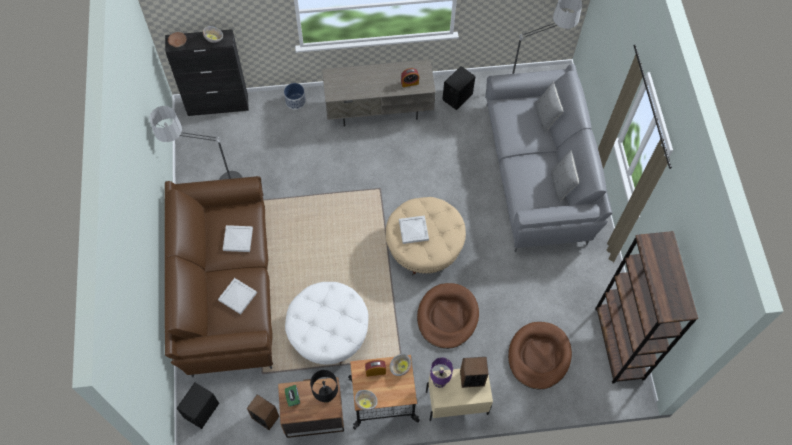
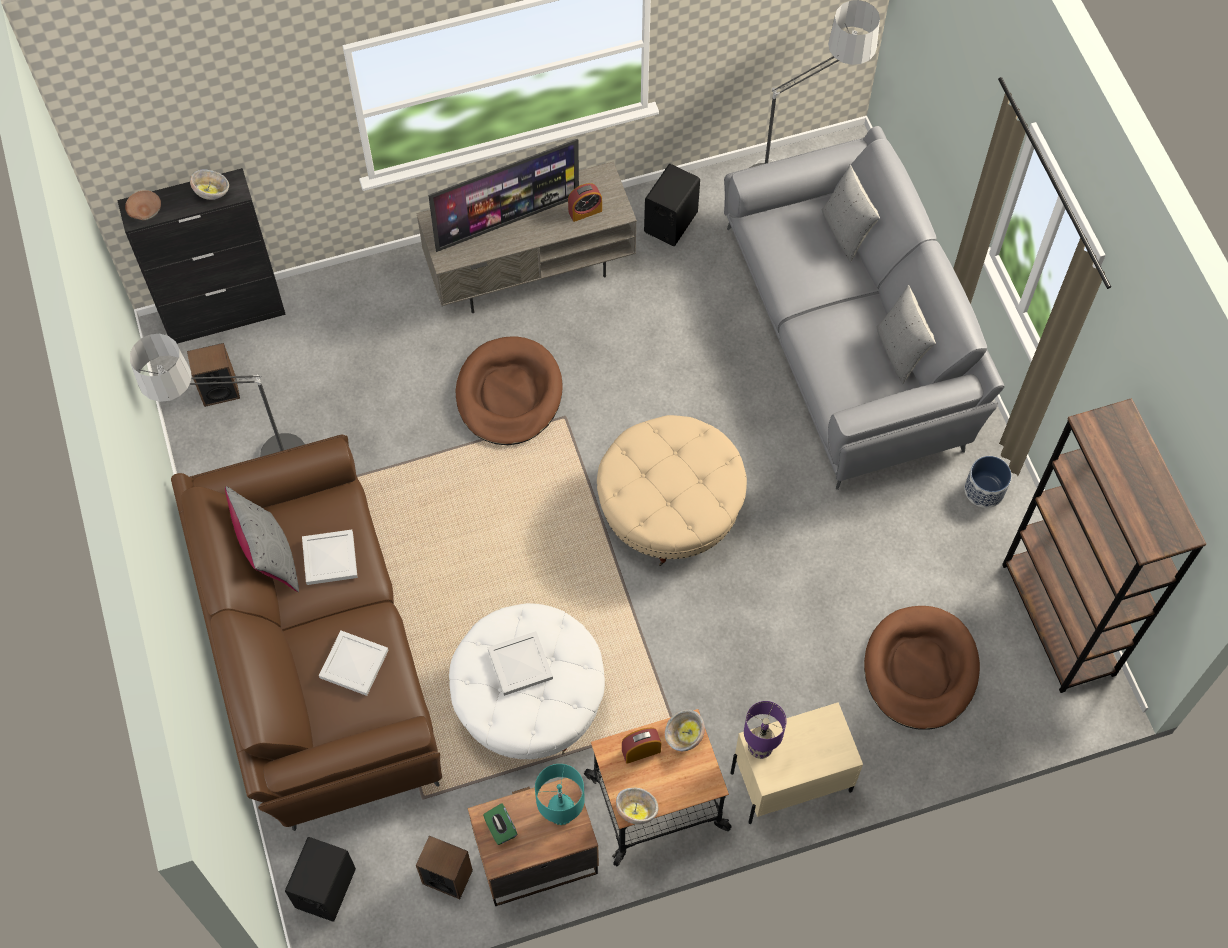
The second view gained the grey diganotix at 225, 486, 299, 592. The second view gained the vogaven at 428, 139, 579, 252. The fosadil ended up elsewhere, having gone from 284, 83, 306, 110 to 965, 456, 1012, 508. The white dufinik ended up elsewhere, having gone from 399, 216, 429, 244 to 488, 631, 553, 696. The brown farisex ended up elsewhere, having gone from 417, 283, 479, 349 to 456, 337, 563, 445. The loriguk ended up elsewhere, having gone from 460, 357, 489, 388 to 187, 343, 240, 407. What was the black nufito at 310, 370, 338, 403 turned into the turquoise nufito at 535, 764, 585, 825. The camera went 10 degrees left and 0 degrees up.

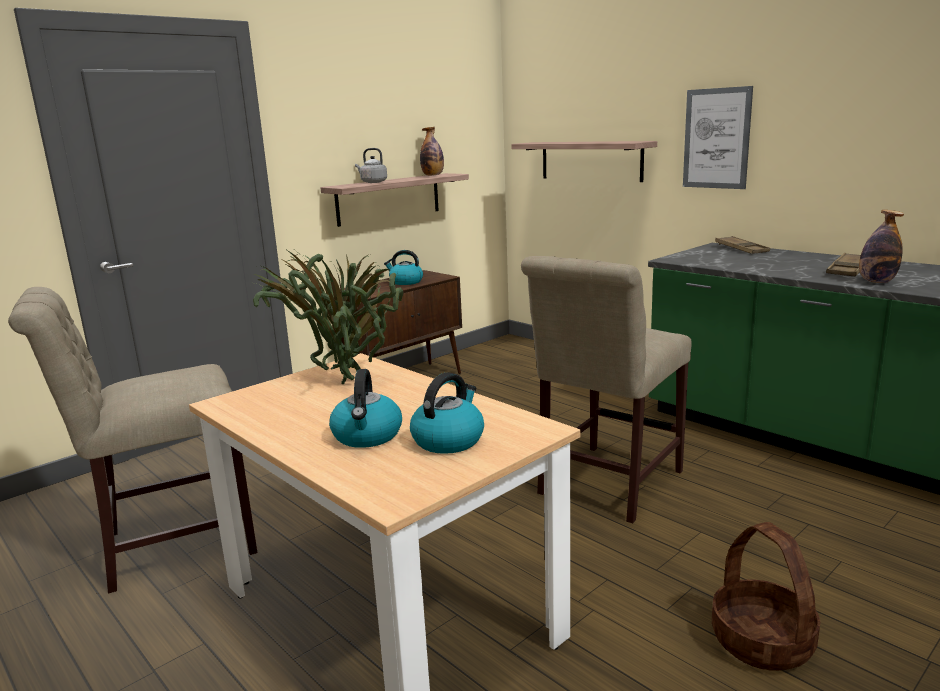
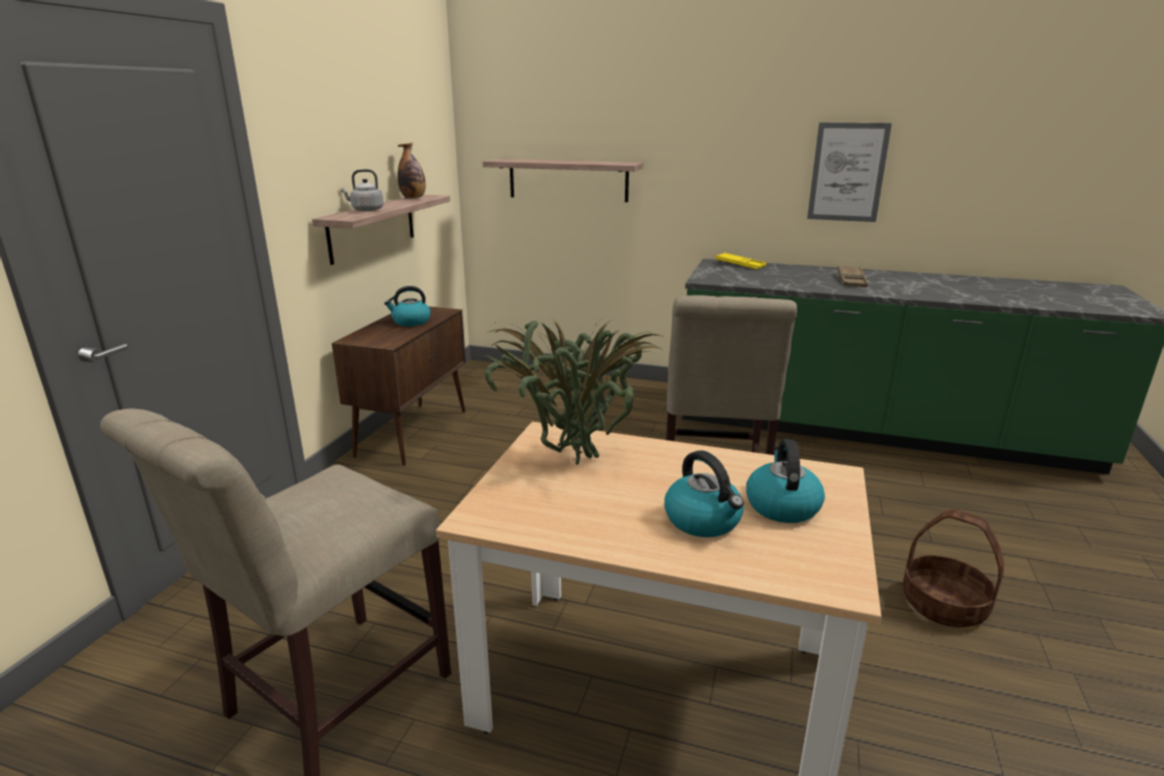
The second view lost the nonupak at 859, 210, 904, 283. The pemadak ended up elsewhere, having gone from 683, 86, 753, 189 to 807, 122, 892, 222. What was the brown dufinik at 715, 236, 770, 254 turned into the yellow dufinik at 715, 252, 766, 269. The camera went 30 degrees left and 5 degrees up.

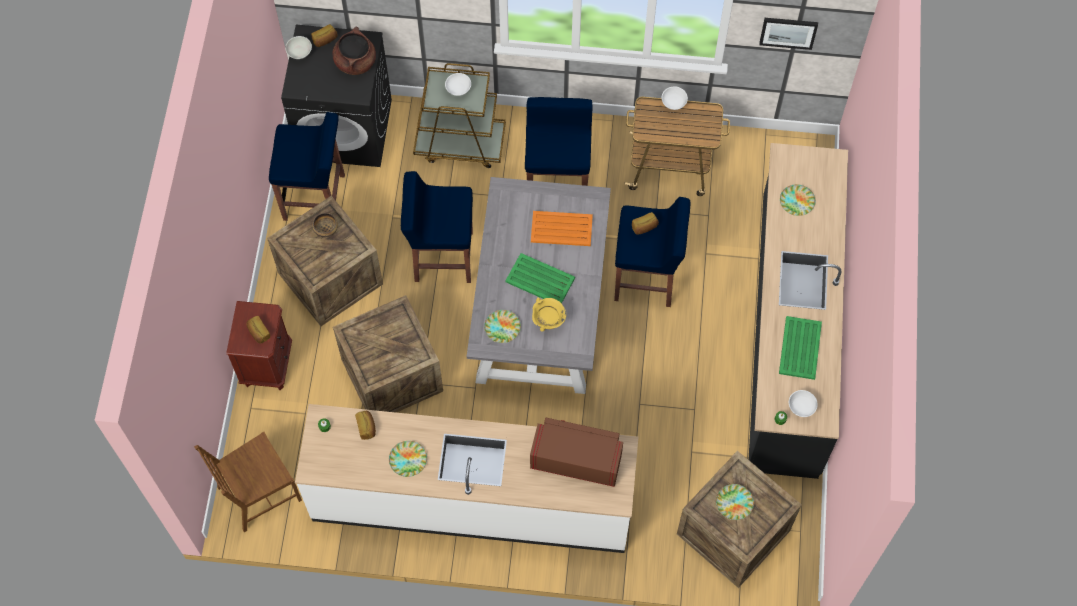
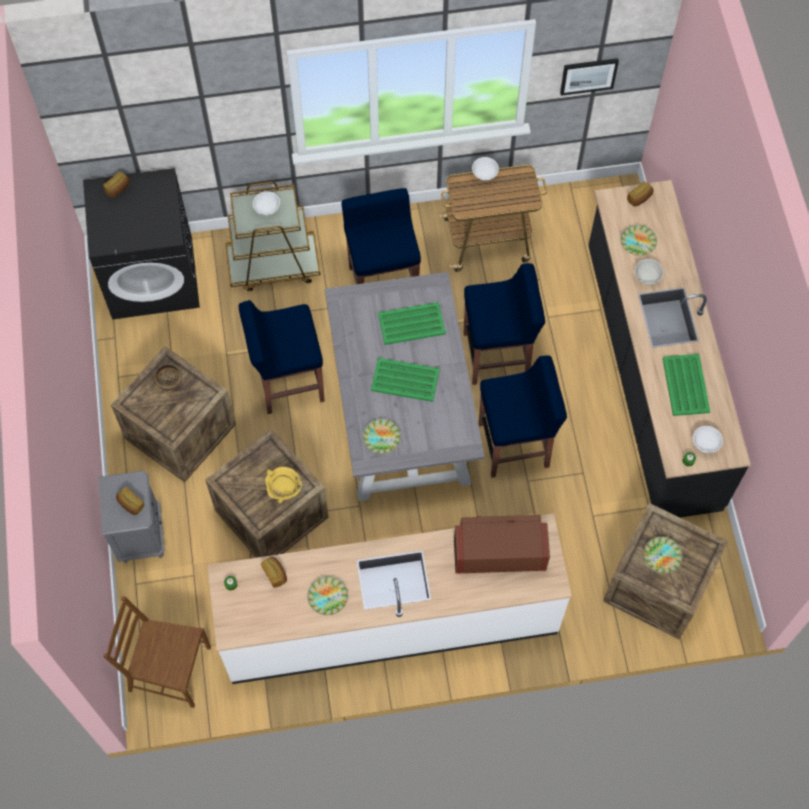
The second view lost the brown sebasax at 332, 26, 376, 75. The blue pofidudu ended up elsewhere, having gone from 269, 112, 345, 221 to 479, 355, 567, 478. The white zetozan ended up elsewhere, having gone from 285, 36, 312, 59 to 635, 259, 664, 285. The yellow sebasax ended up elsewhere, having gone from 532, 297, 566, 332 to 265, 467, 302, 503. The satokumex ended up elsewhere, having gone from 632, 212, 659, 234 to 627, 181, 653, 207. What was the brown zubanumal at 227, 301, 292, 390 turned into the grey zubanumal at 98, 471, 165, 563. What was the orange dufinik at 531, 211, 593, 246 turned into the green dufinik at 378, 302, 446, 345. The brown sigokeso at 194, 432, 302, 532 ended up facing another way, 60 degrees clockwise from before. The camera went 15 degrees left and 0 degrees up.

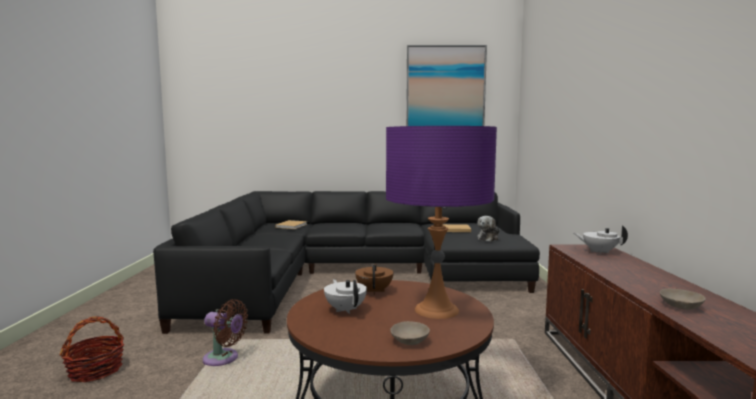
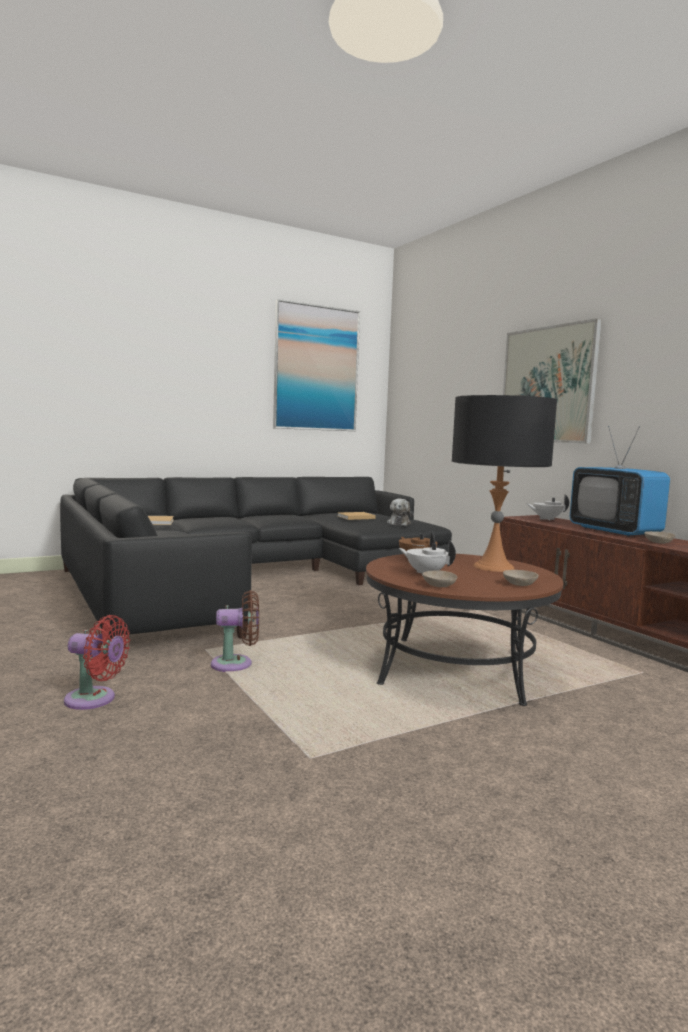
The second view gained the beige zetozan at 423, 570, 457, 587. The second view gained the pemadak at 503, 318, 602, 444. The second view gained the vogaven at 569, 426, 670, 536. Where the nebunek stood at 60, 317, 124, 382, the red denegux came to stand at 64, 615, 130, 710. What was the purple nufito at 386, 126, 497, 319 turned into the black nufito at 452, 395, 557, 572. The camera went 30 degrees left and 0 degrees up.

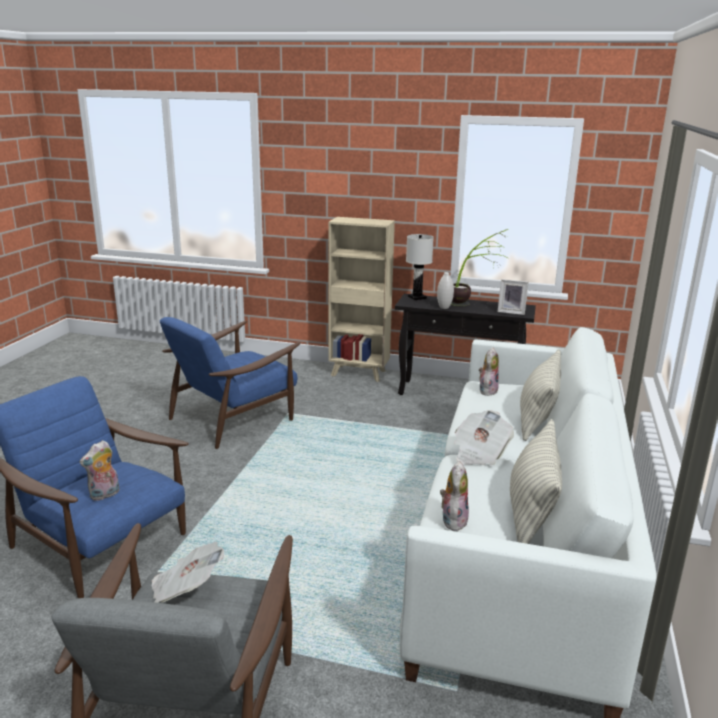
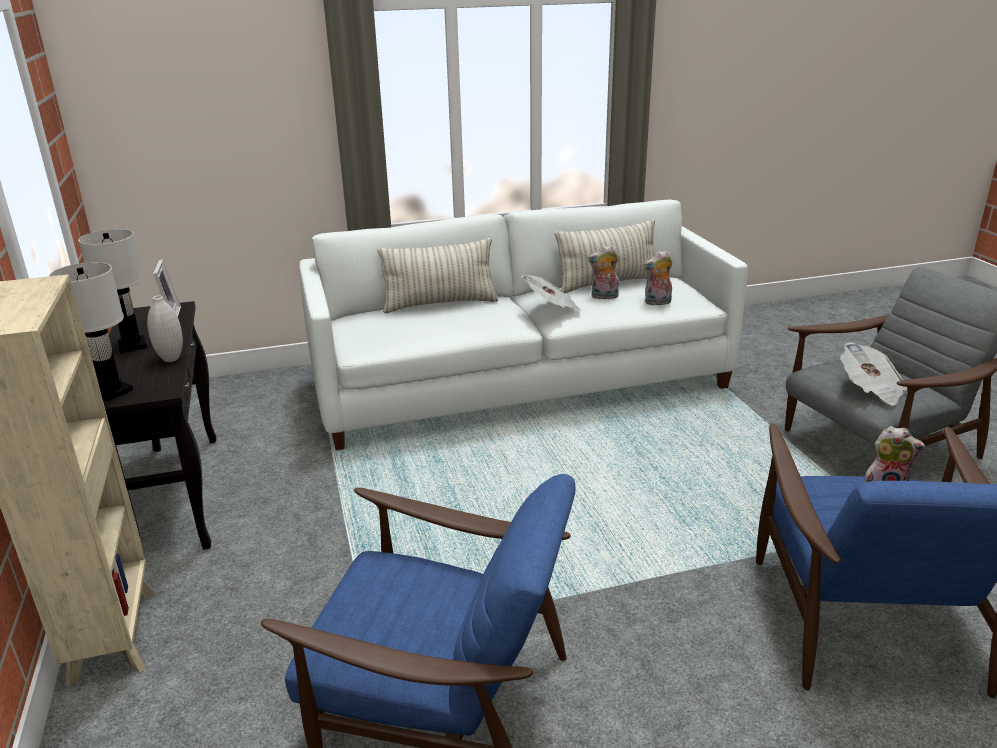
The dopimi ended up elsewhere, having gone from 479, 348, 499, 396 to 588, 244, 619, 299. Where the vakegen stood at 451, 229, 508, 306, the white nufito came to stand at 78, 229, 147, 353. The camera went 120 degrees left and 5 degrees up.

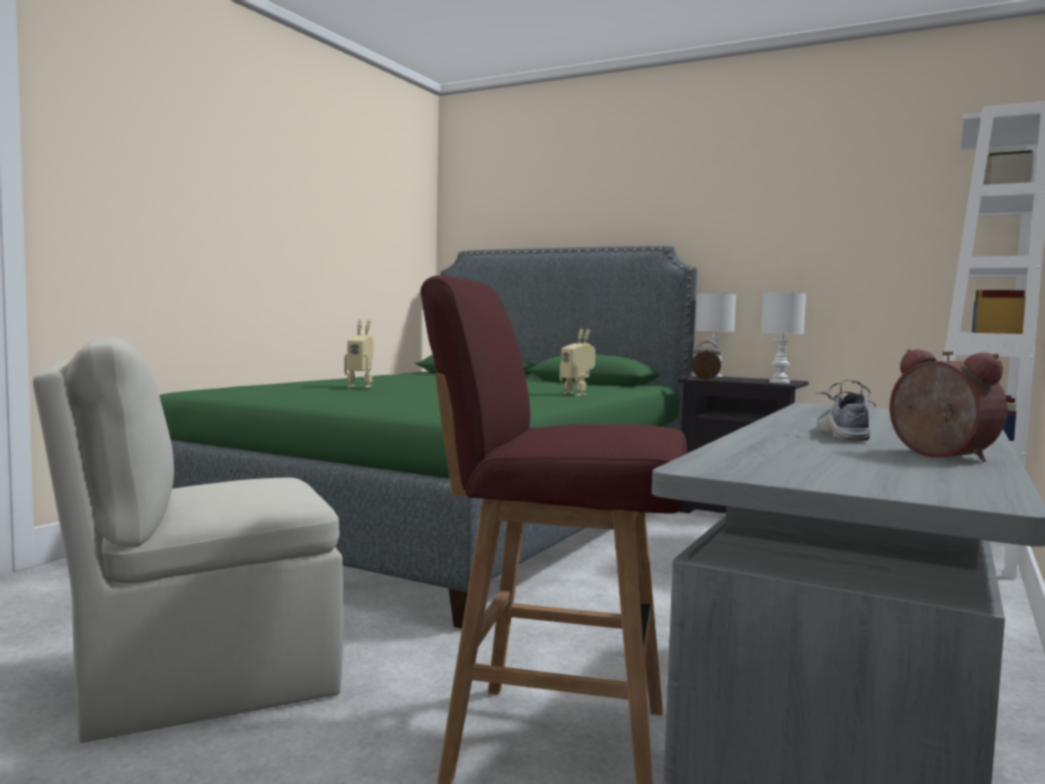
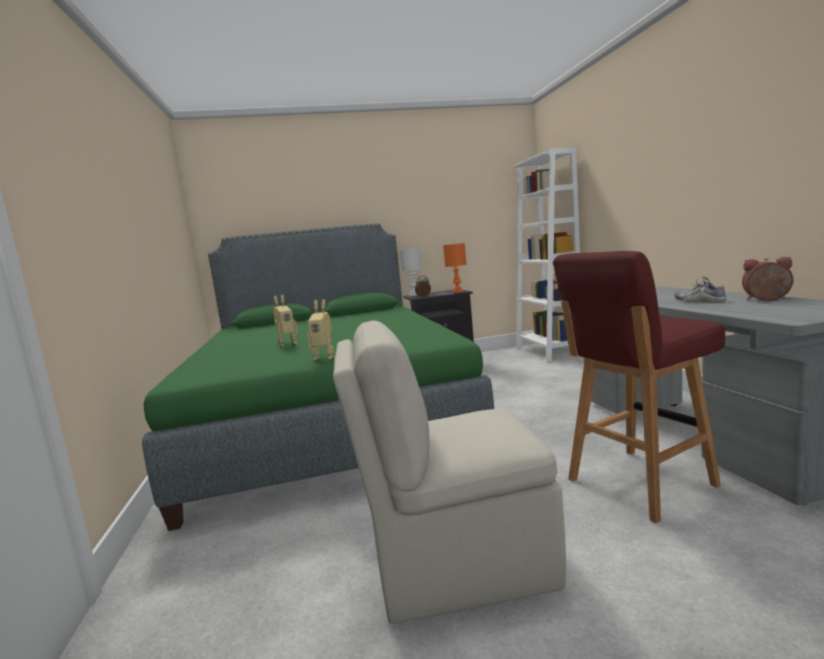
The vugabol ended up elsewhere, having gone from 559, 329, 596, 396 to 307, 299, 334, 360. What was the white nufito at 761, 292, 806, 383 turned into the orange nufito at 443, 243, 467, 292. The beige sigokeso at 33, 337, 343, 743 ended up facing another way, 60 degrees clockwise from before. The camera went 40 degrees left and 5 degrees up.

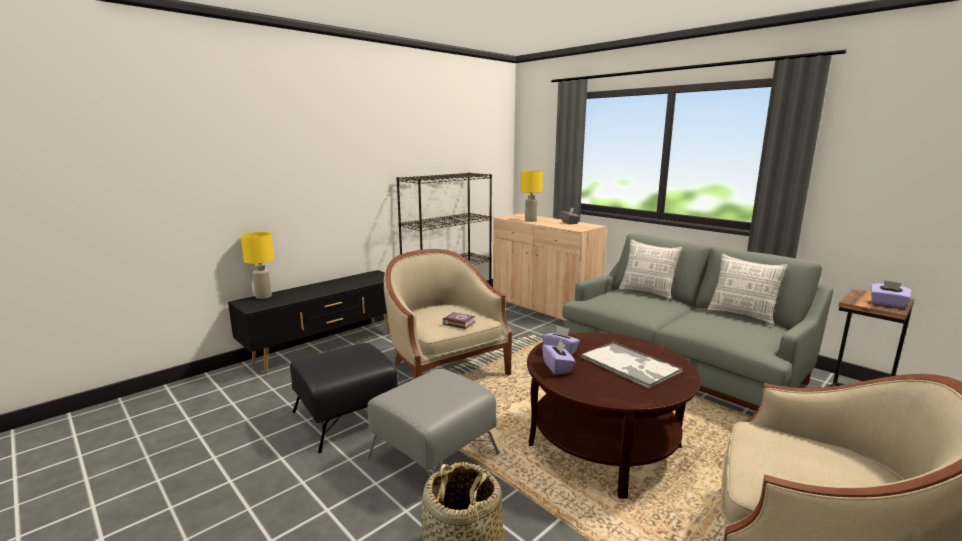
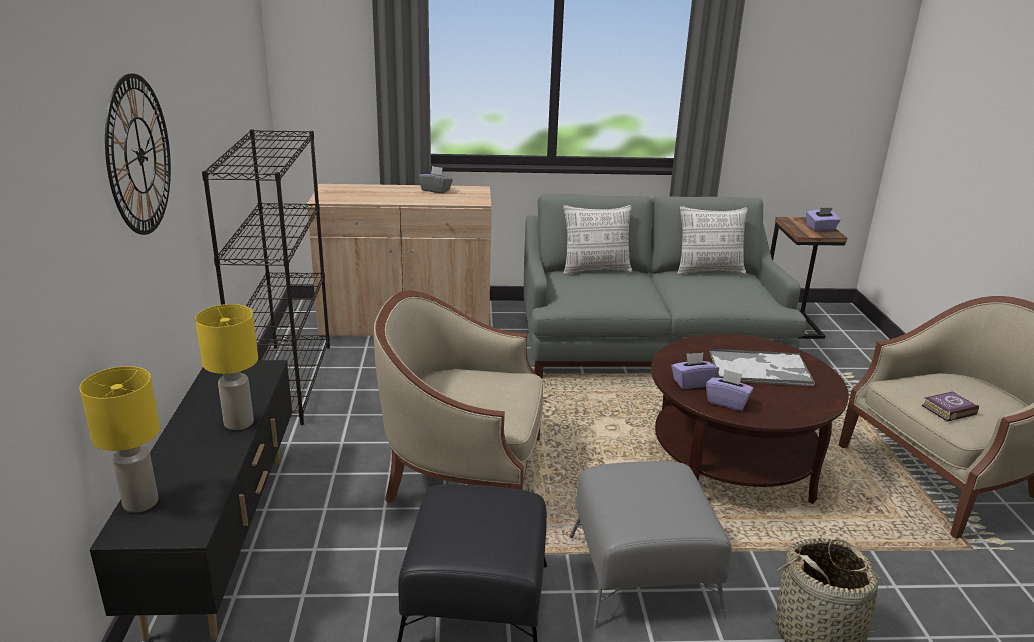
The second view gained the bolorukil at 105, 74, 171, 235. The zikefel ended up elsewhere, having gone from 443, 312, 476, 329 to 922, 391, 979, 422. The yellow nufito ended up elsewhere, having gone from 521, 170, 543, 222 to 195, 304, 258, 430. The camera went 50 degrees left and 10 degrees up.

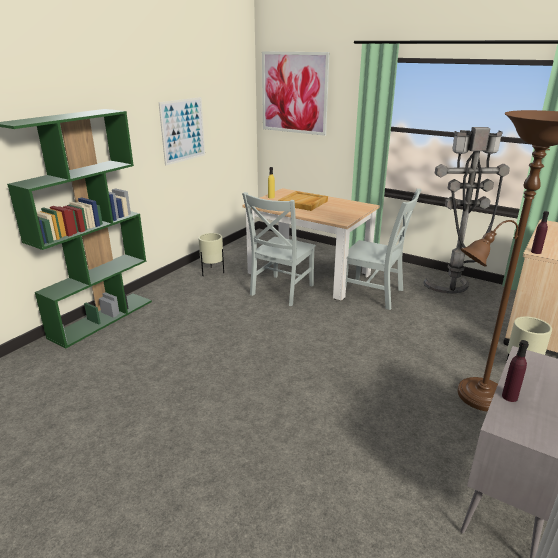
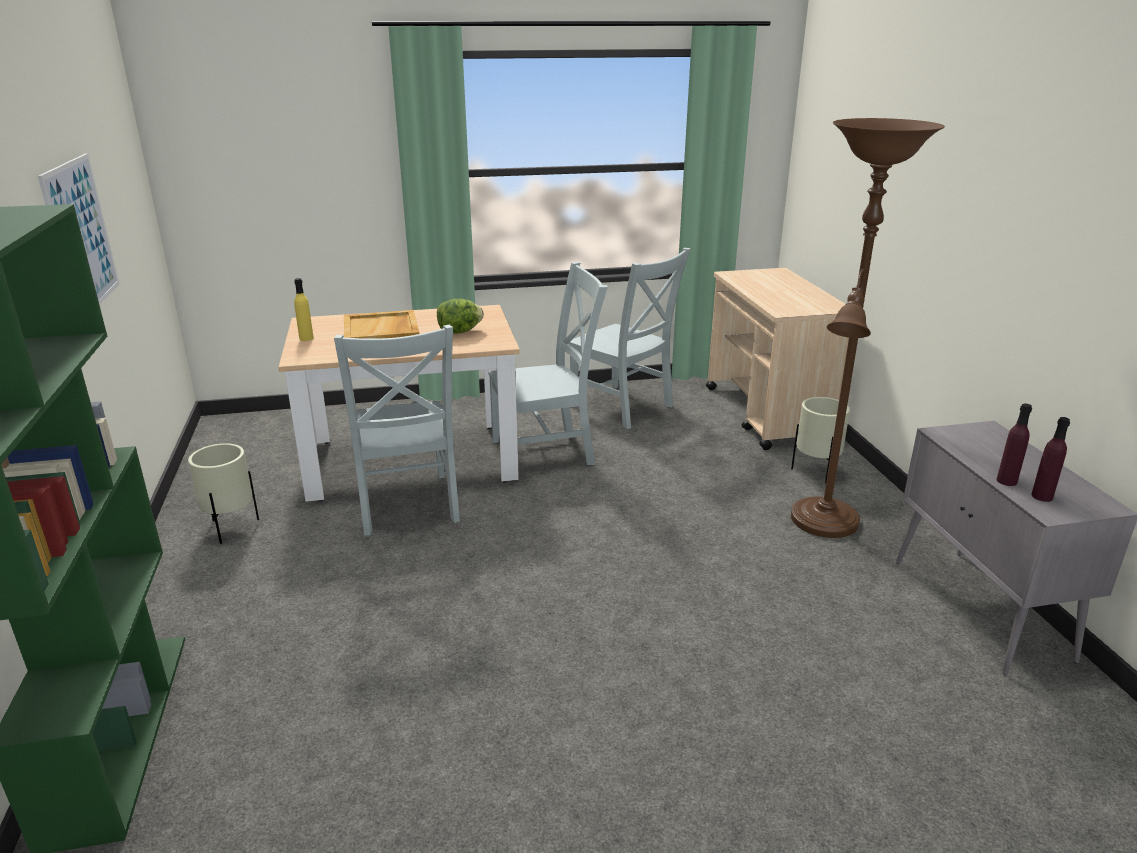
The second view lost the pemadak at 262, 51, 330, 136. The second view gained the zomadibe at 437, 299, 484, 334. The purple nonupak ended up elsewhere, having gone from 531, 211, 549, 254 to 1031, 417, 1070, 502. Where the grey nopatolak stood at 424, 127, 510, 293, the grey sigokeso came to stand at 569, 248, 691, 429. The camera went 45 degrees left and 0 degrees up.

